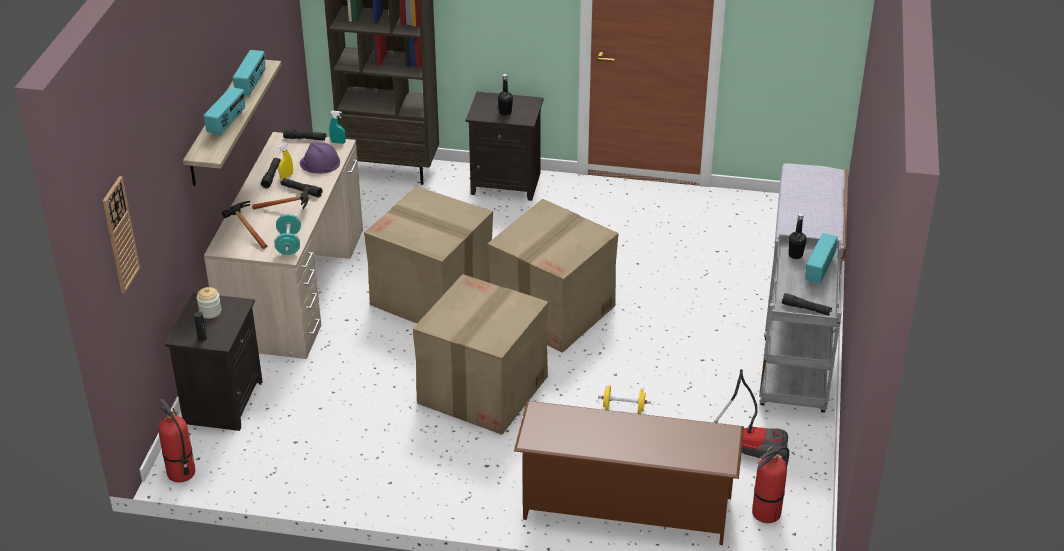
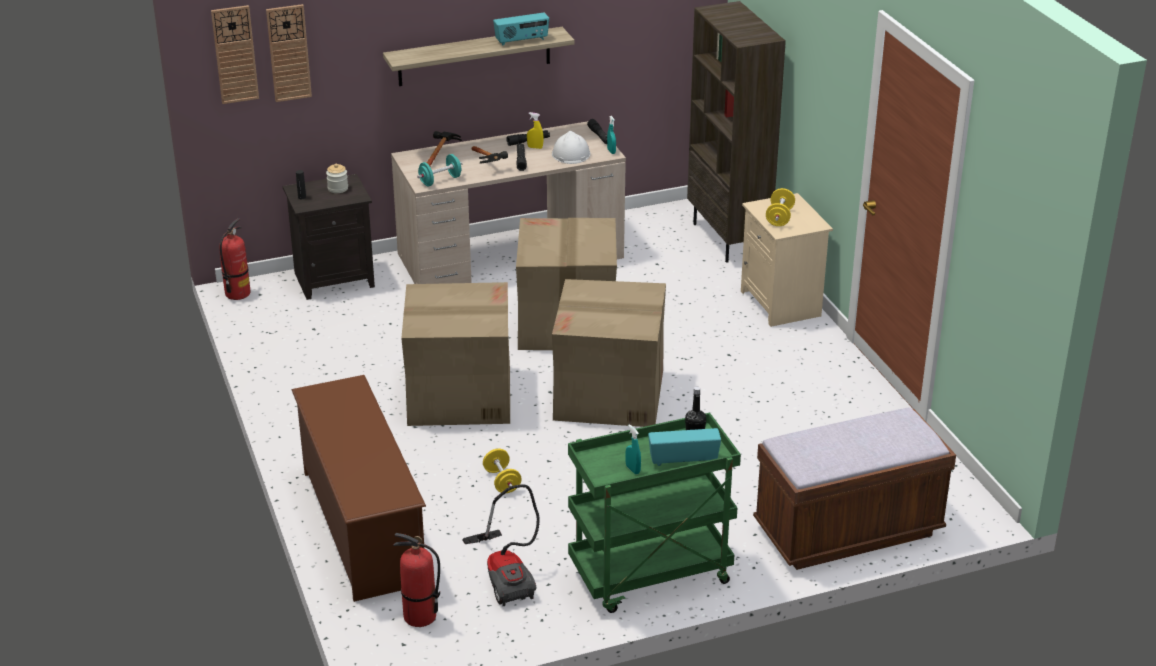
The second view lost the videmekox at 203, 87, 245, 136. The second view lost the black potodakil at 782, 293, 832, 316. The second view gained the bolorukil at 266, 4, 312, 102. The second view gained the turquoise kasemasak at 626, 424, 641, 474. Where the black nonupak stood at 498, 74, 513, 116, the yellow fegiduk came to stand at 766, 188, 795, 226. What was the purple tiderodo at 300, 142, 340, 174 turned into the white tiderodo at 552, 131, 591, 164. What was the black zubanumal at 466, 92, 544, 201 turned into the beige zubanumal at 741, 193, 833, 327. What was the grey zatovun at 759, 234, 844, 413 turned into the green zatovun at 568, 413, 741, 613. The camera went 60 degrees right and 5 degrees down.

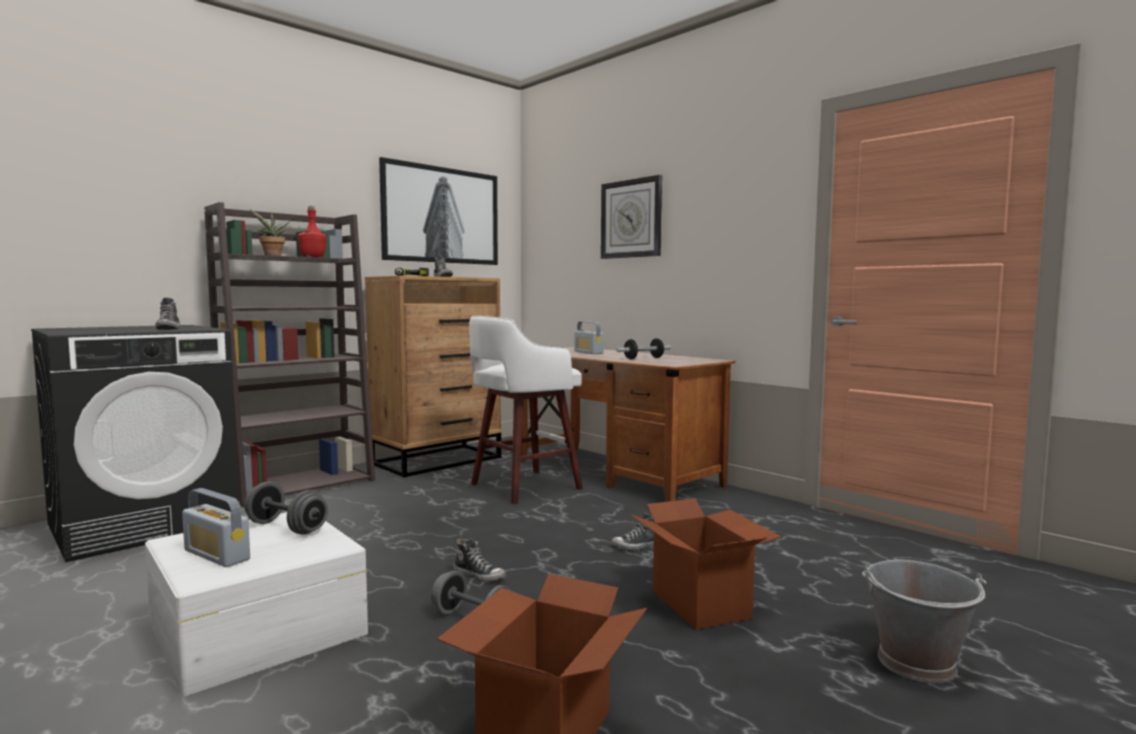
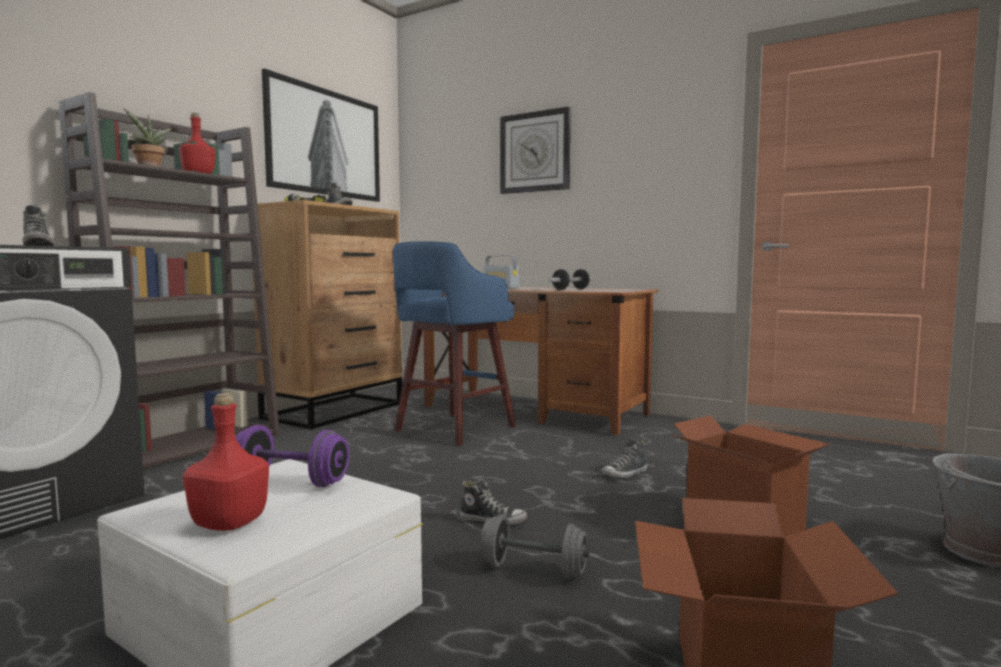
Where the videmekox stood at 182, 488, 250, 567, the red nonupak came to stand at 183, 393, 269, 531. What was the grey fegiduk at 244, 482, 328, 535 turned into the purple fegiduk at 236, 425, 350, 487. What was the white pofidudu at 469, 316, 583, 504 turned into the blue pofidudu at 393, 241, 516, 446. The camera went 15 degrees left and 0 degrees up.

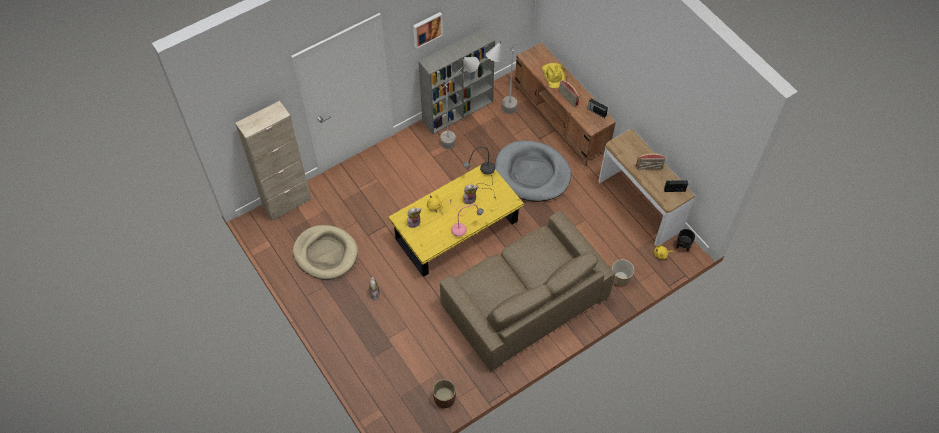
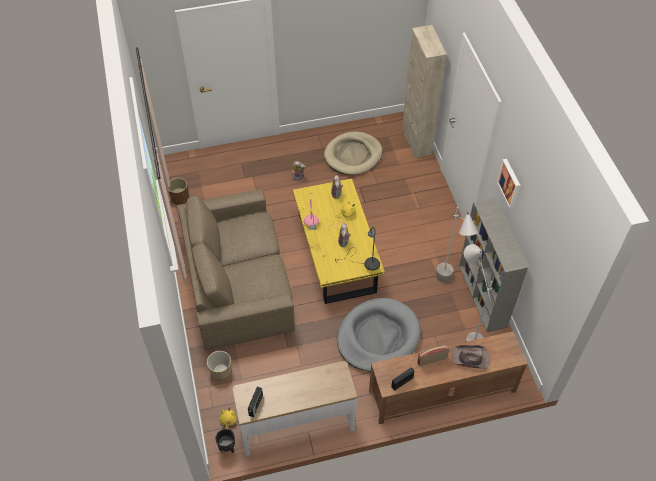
The second view lost the videmekox at 636, 153, 665, 169. What was the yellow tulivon at 542, 63, 566, 88 turned into the brown tulivon at 451, 345, 491, 369. The camera went 110 degrees right and 5 degrees down.

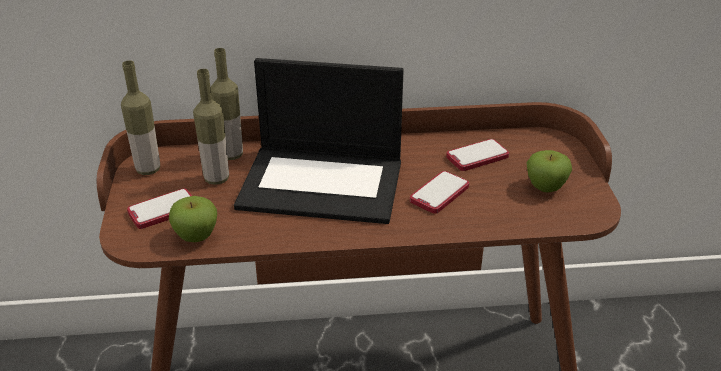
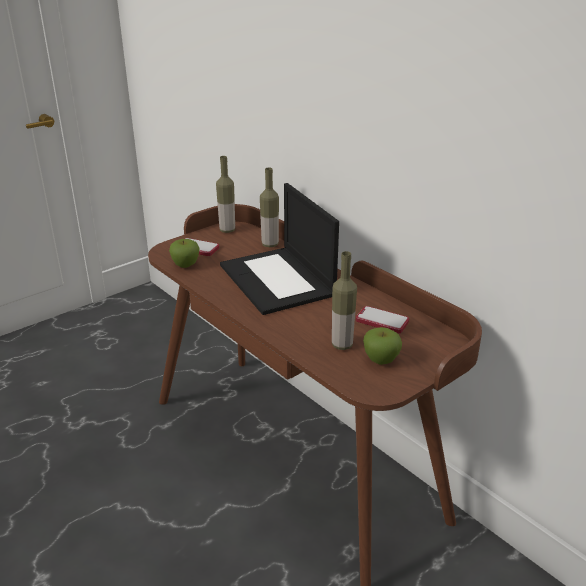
The second view lost the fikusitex at 410, 171, 469, 214. The nonupak ended up elsewhere, having gone from 193, 69, 229, 185 to 332, 251, 357, 350. The camera went 55 degrees right and 5 degrees down.

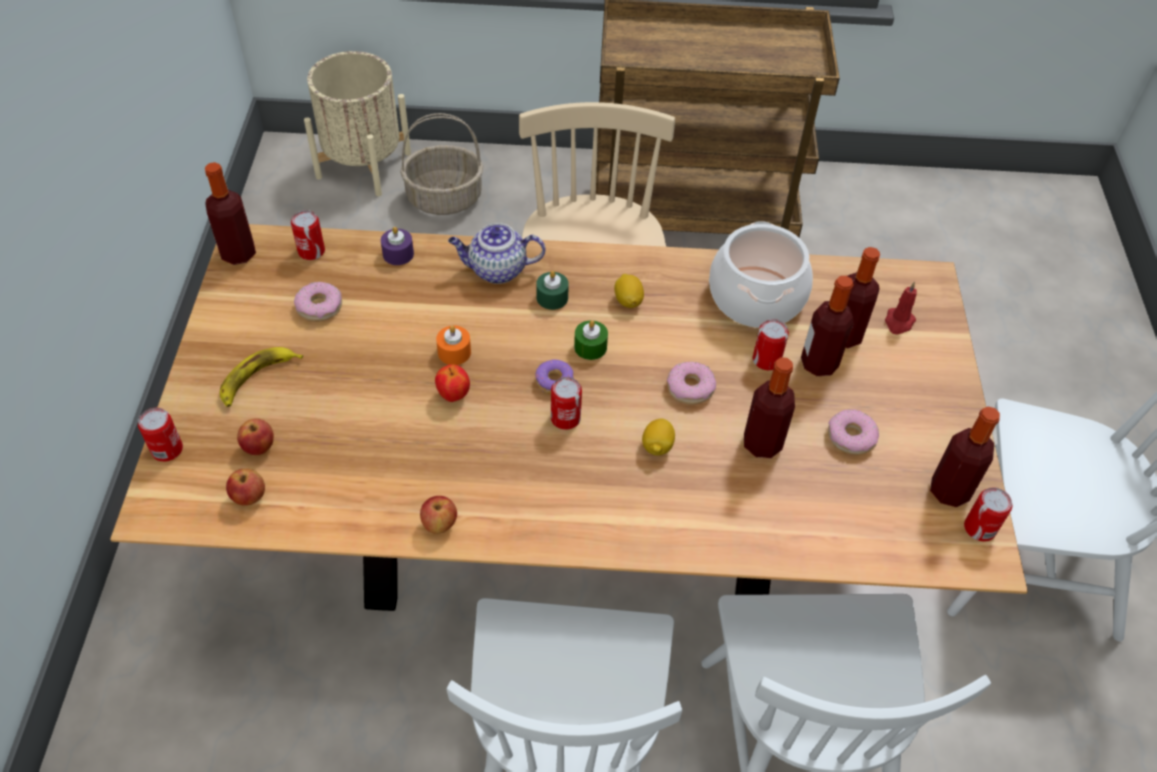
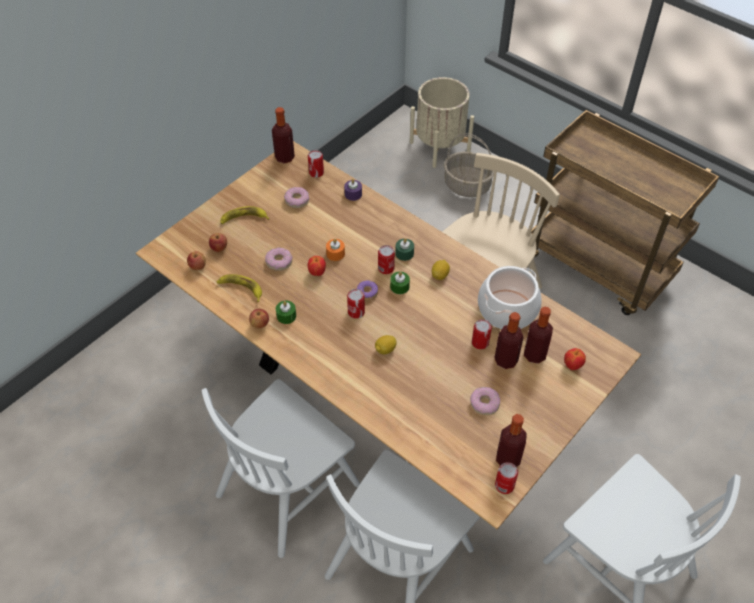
The second view lost the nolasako at 448, 223, 546, 284. The second view lost the nonupak at 744, 357, 795, 458. The second view gained the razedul at 217, 274, 262, 302. The second view gained the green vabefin at 276, 301, 296, 324. The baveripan ended up elsewhere, having gone from 138, 408, 183, 462 to 378, 245, 395, 274. The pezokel ended up elsewhere, having gone from 667, 362, 716, 404 to 265, 247, 292, 271. Where the red vabefin stood at 885, 282, 917, 335, the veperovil came to stand at 564, 348, 586, 370. The camera went 40 degrees right and 0 degrees up.

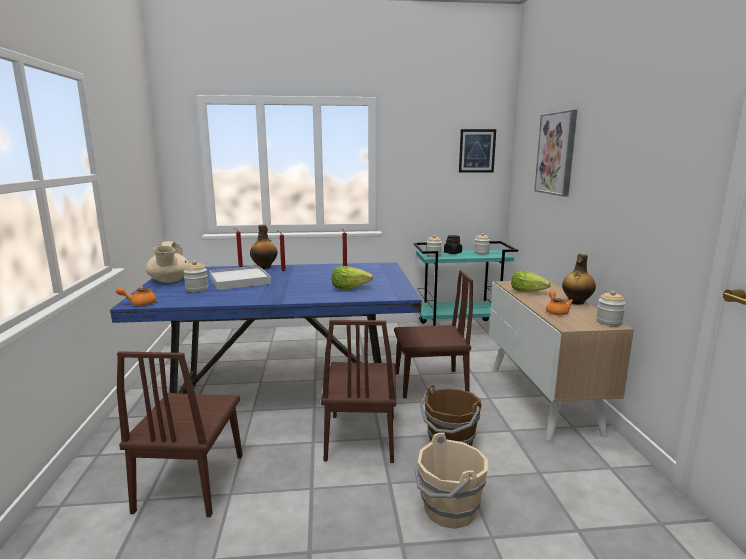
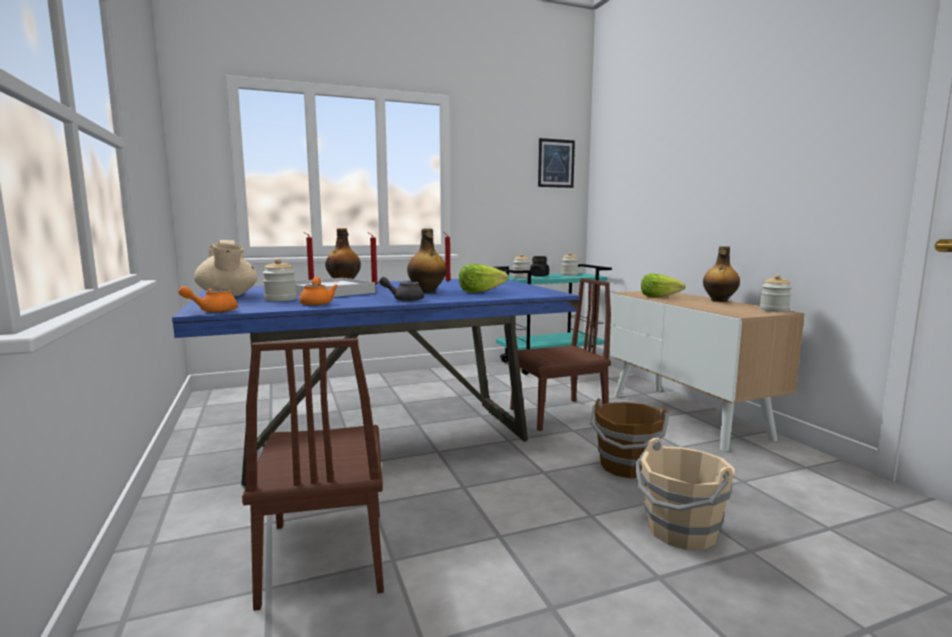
The second view lost the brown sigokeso at 321, 320, 396, 463. The second view lost the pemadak at 534, 110, 577, 197. The second view gained the grey nolasako at 379, 277, 424, 302. The second view gained the nonupak at 407, 229, 447, 293. The orange nolasako ended up elsewhere, having gone from 546, 291, 573, 315 to 299, 277, 338, 306. The camera went 15 degrees left and 5 degrees down.

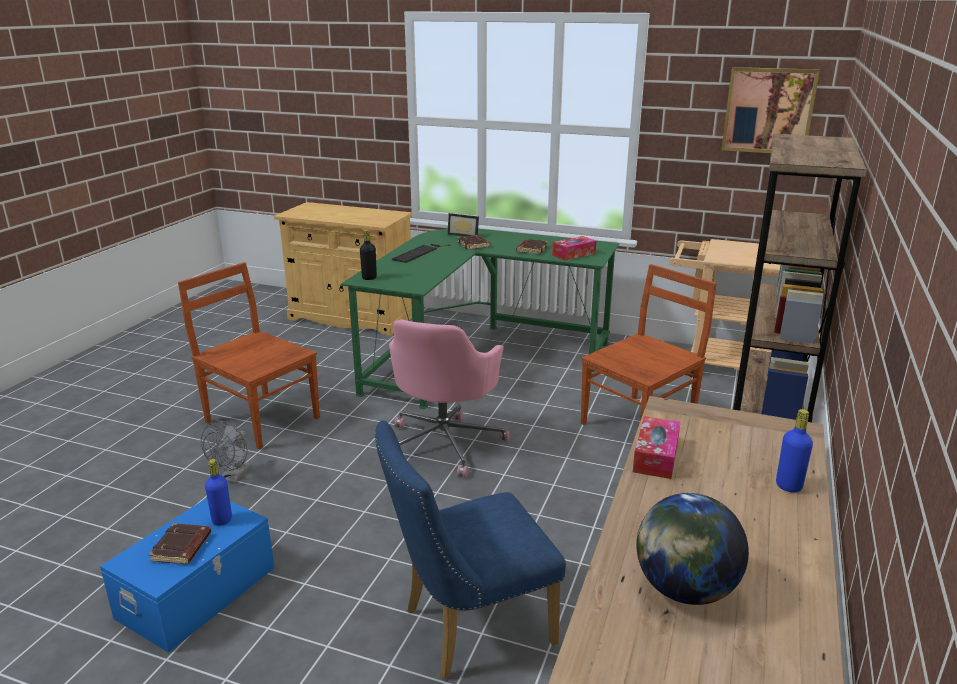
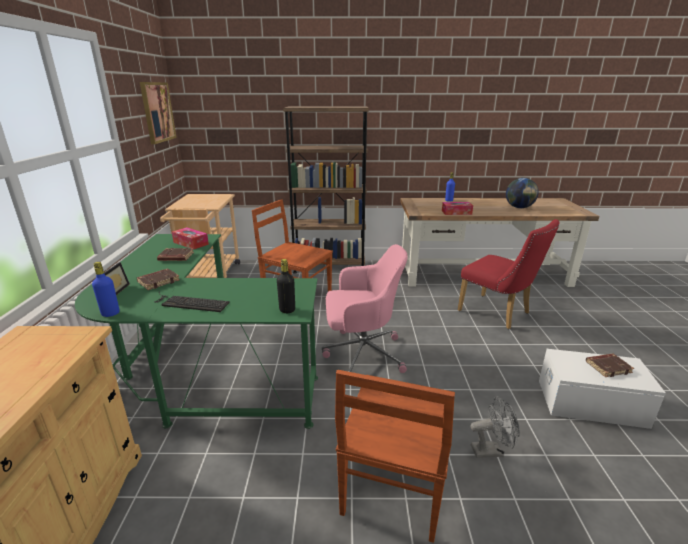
The blue nonupak ended up elsewhere, having gone from 205, 459, 232, 526 to 92, 262, 120, 317. What was the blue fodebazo at 100, 498, 275, 653 turned into the white fodebazo at 539, 349, 666, 429. What was the blue sigokeso at 375, 421, 566, 679 turned into the red sigokeso at 457, 219, 560, 329. The camera went 110 degrees left and 0 degrees up.

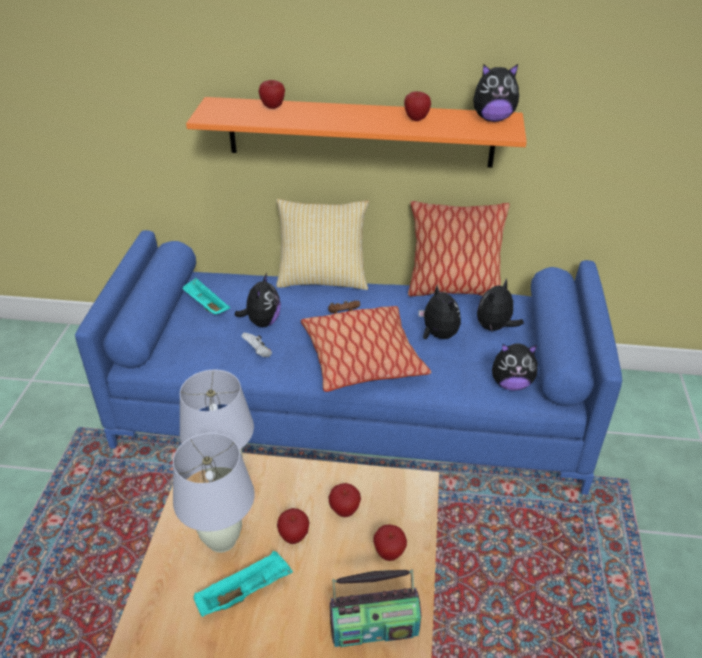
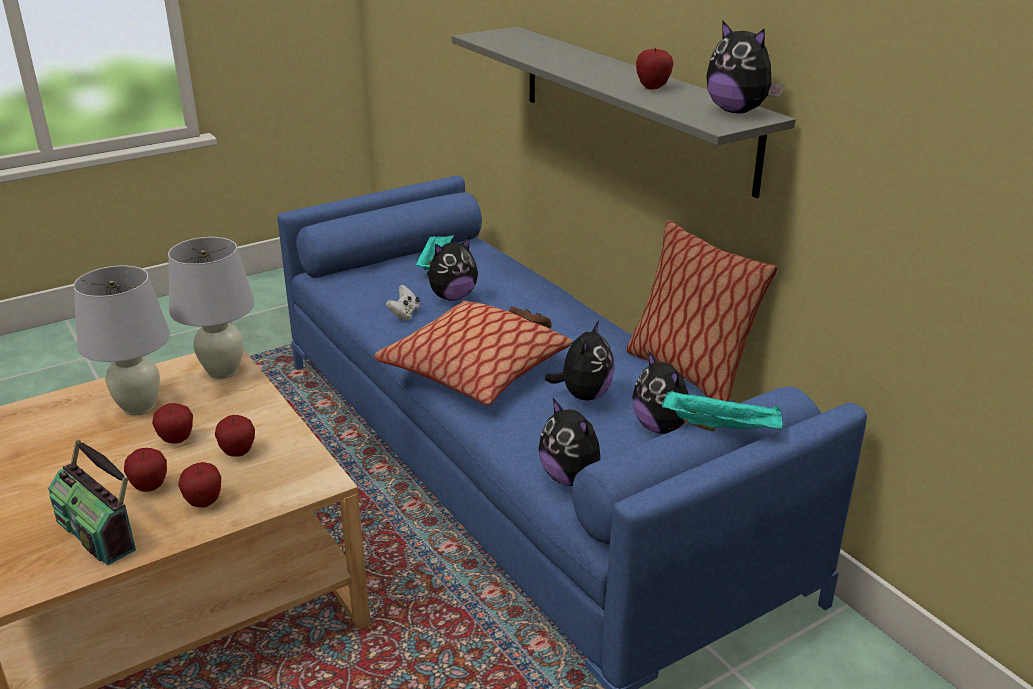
The second view lost the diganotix at 276, 199, 369, 290. The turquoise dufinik ended up elsewhere, having gone from 194, 551, 293, 617 to 662, 390, 783, 431. The veperovil ended up elsewhere, having gone from 258, 80, 285, 109 to 124, 448, 167, 492. What was the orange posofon at 186, 97, 527, 168 turned into the grey posofon at 452, 27, 796, 198. The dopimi at 477, 278, 524, 333 ended up facing another way, 120 degrees counterclockwise from before. The camera went 50 degrees right and 10 degrees down.

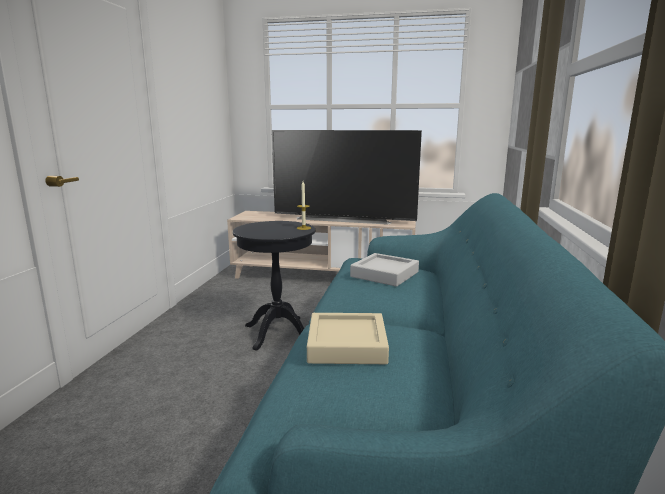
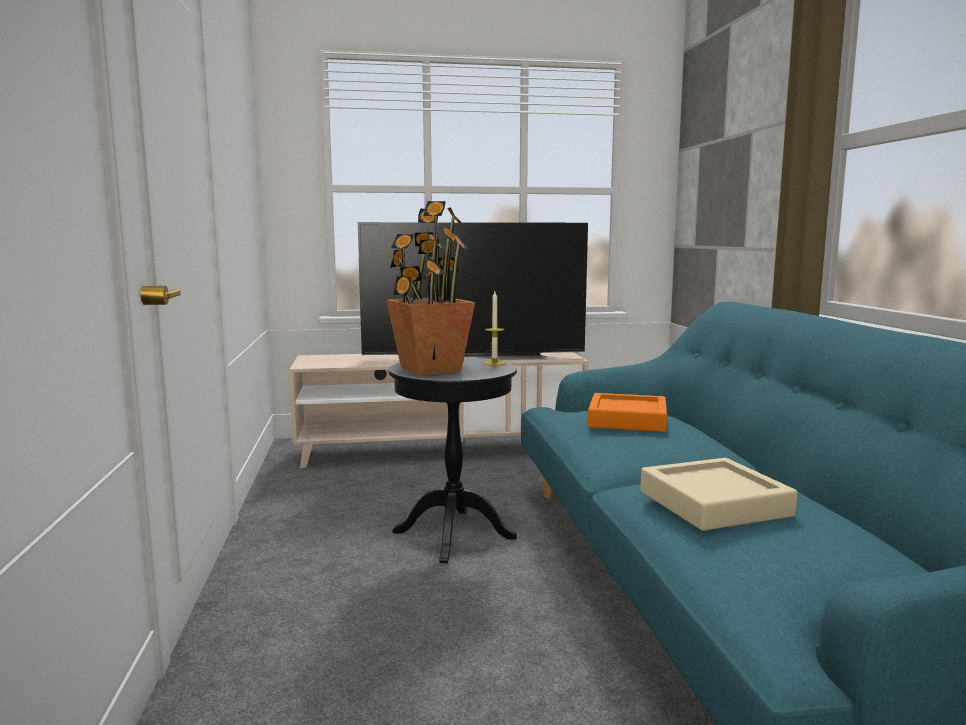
The second view gained the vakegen at 386, 201, 475, 376. What was the grey dufinik at 350, 253, 419, 287 turned into the orange dufinik at 588, 393, 667, 432. The camera went 20 degrees left and 5 degrees down.

